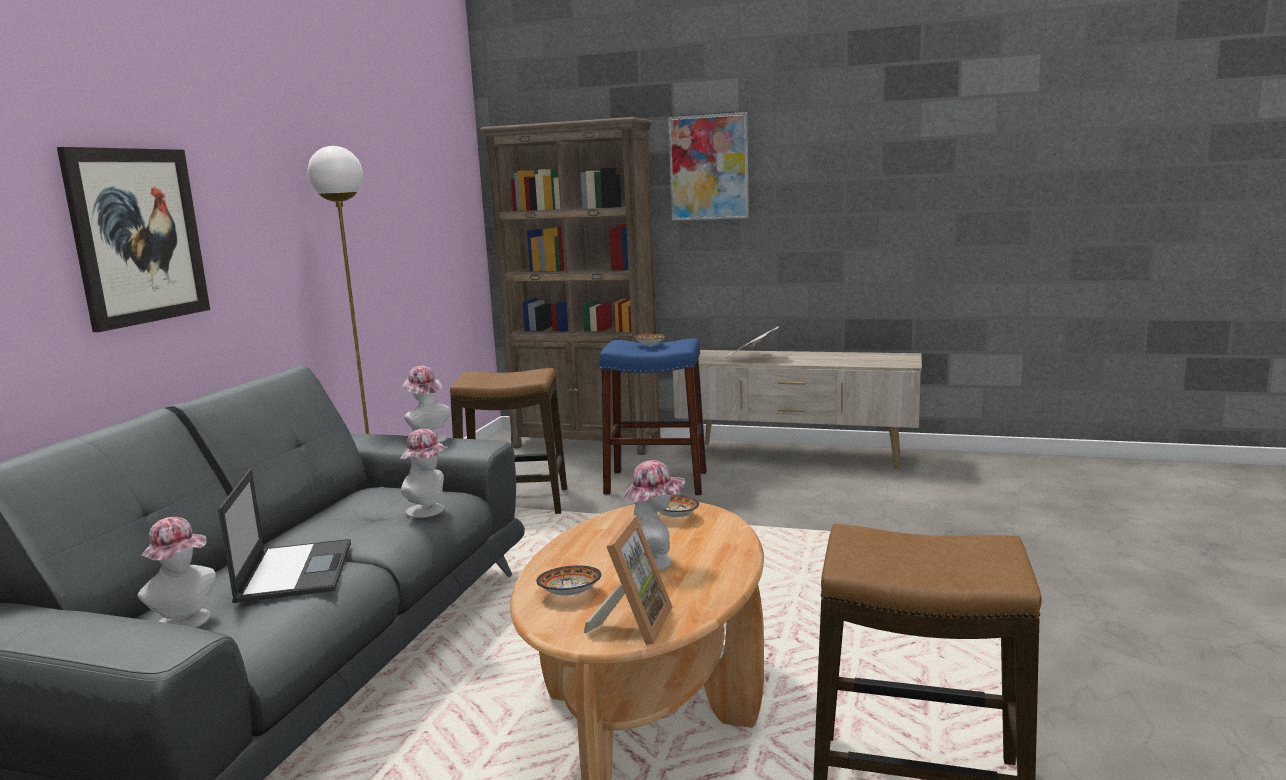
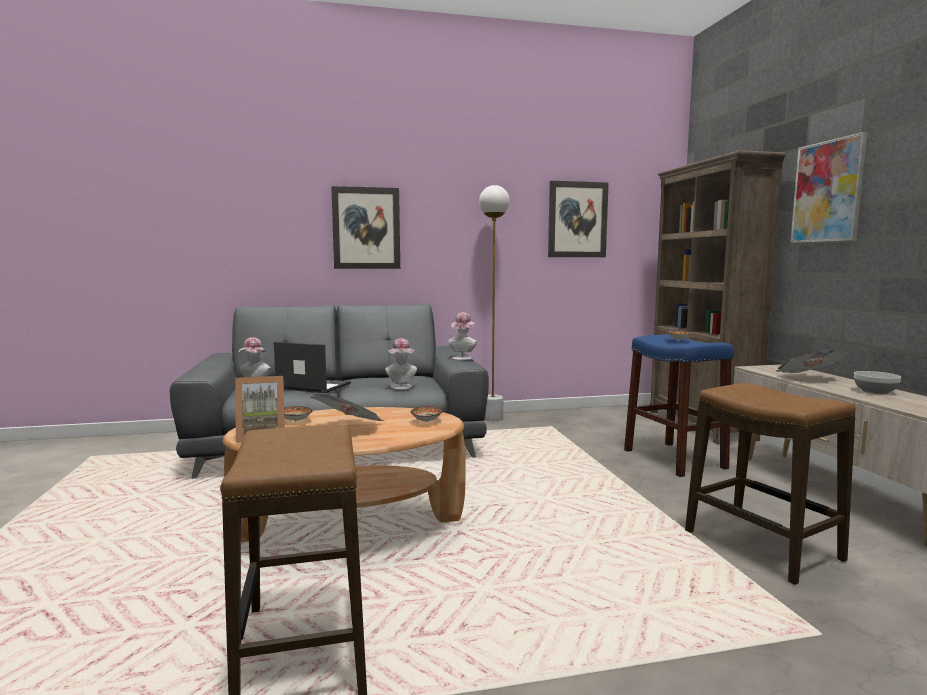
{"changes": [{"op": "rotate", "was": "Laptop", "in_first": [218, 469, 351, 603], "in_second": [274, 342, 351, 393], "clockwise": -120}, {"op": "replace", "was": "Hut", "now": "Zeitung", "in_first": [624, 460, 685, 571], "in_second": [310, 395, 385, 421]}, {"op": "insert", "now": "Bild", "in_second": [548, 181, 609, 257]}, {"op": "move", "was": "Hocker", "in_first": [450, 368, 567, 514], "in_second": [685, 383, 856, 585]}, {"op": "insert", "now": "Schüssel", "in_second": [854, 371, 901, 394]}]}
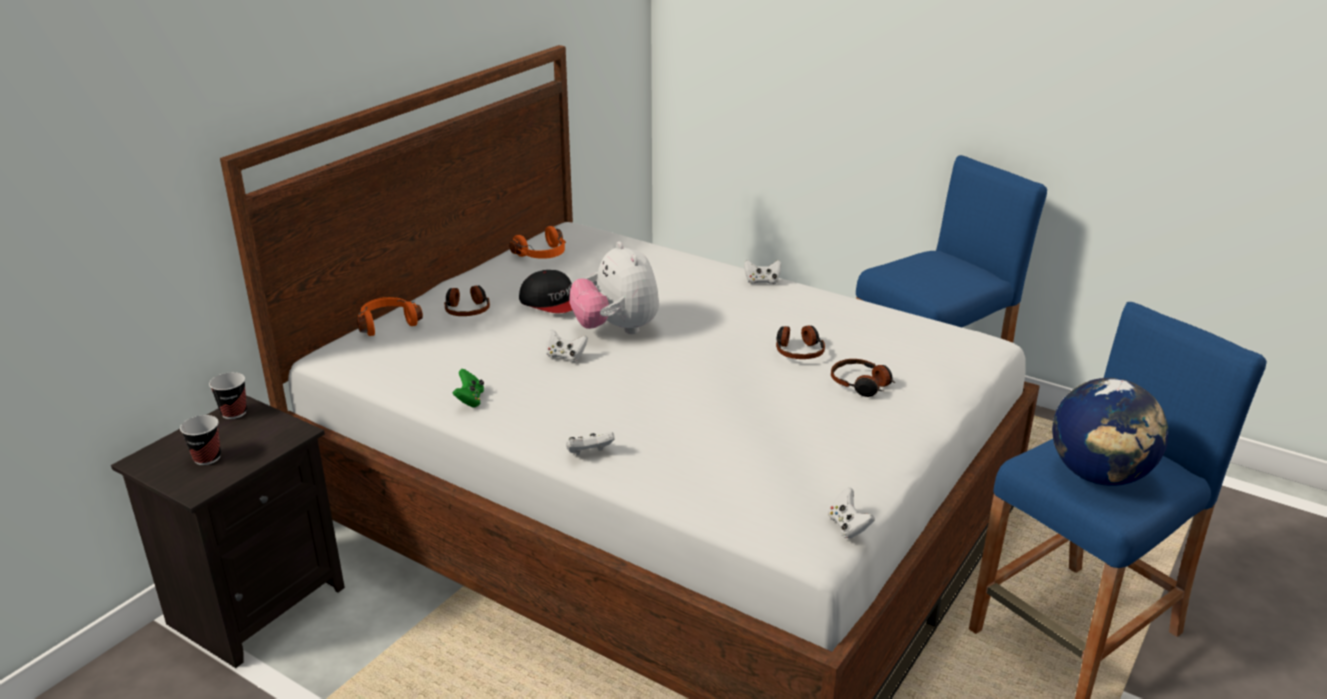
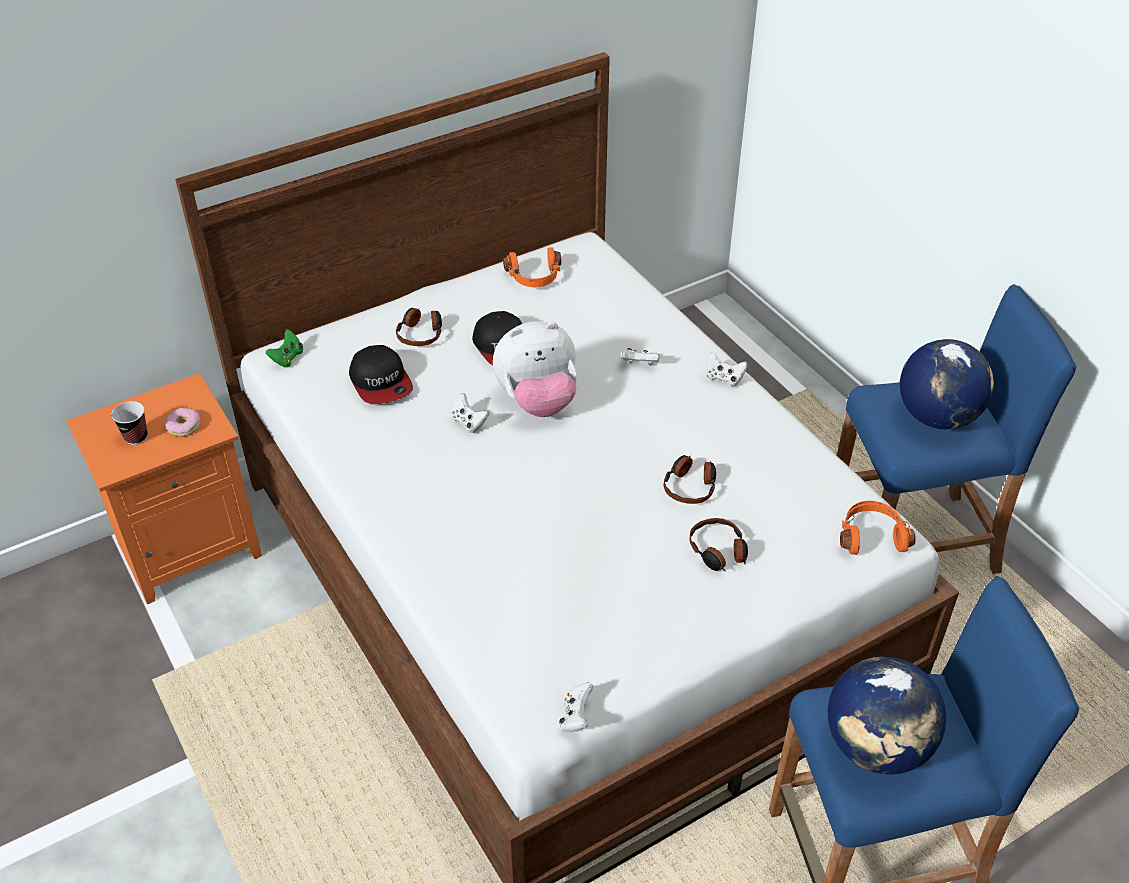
{"changes": [{"op": "recolor", "was": "Nachttisch [schwarz]", "now": "Nachttisch [orange]", "in_first": [111, 395, 345, 668], "in_second": [67, 373, 262, 604]}, {"op": "insert", "now": "Donut", "in_second": [164, 408, 200, 437]}, {"op": "move", "was": "Gamepad [grün]", "in_first": [453, 369, 484, 407], "in_second": [266, 329, 303, 367]}, {"op": "insert", "now": "Kappe", "in_second": [349, 345, 413, 404]}, {"op": "rotate", "was": "Plüschtier", "in_first": [569, 241, 659, 334], "in_second": [493, 321, 577, 417], "clockwise": -105}, {"op": "move", "was": "Gamepad [weiß]", "in_first": [566, 432, 615, 455], "in_second": [620, 348, 660, 365]}, {"op": "move", "was": "Kopfhörer [orange]", "in_first": [357, 297, 423, 336], "in_second": [840, 500, 916, 555]}, {"op": "insert", "now": "Globus", "in_second": [900, 339, 994, 429]}, {"op": "delete", "was": "Tasse", "in_first": [209, 372, 247, 419]}]}
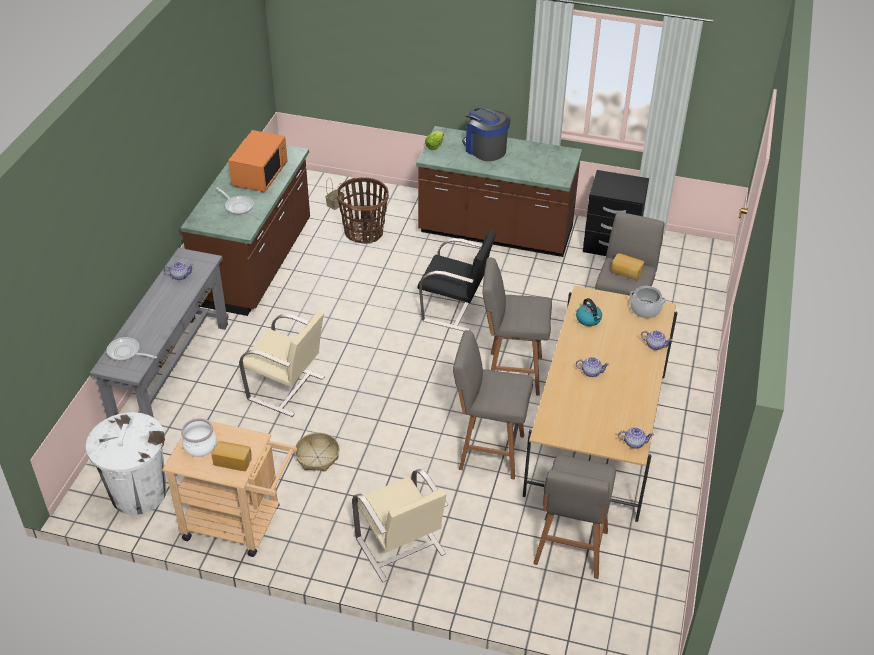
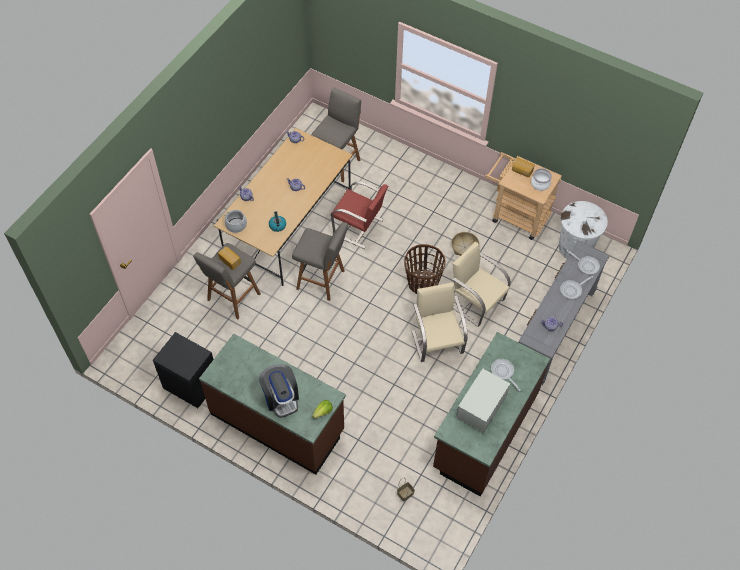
{"changes": [{"op": "replace", "was": "Hocker [grau]", "now": "Stuhl [rot]", "in_first": [453, 330, 533, 479], "in_second": [331, 181, 388, 249]}, {"op": "move", "was": "Korb", "in_first": [337, 178, 389, 244], "in_second": [404, 244, 446, 294]}, {"op": "move", "was": "Stuhl [beige]", "in_first": [352, 469, 448, 582], "in_second": [412, 282, 468, 362]}, {"op": "recolor", "was": "Mikrowelle [orange]", "now": "Mikrowelle [weiß]", "in_first": [228, 130, 288, 192], "in_second": [456, 369, 510, 433]}, {"op": "insert", "now": "Pfanne", "in_second": [560, 276, 593, 299]}, {"op": "delete", "was": "Stuhl [schwarz]", "in_first": [418, 230, 497, 331]}]}
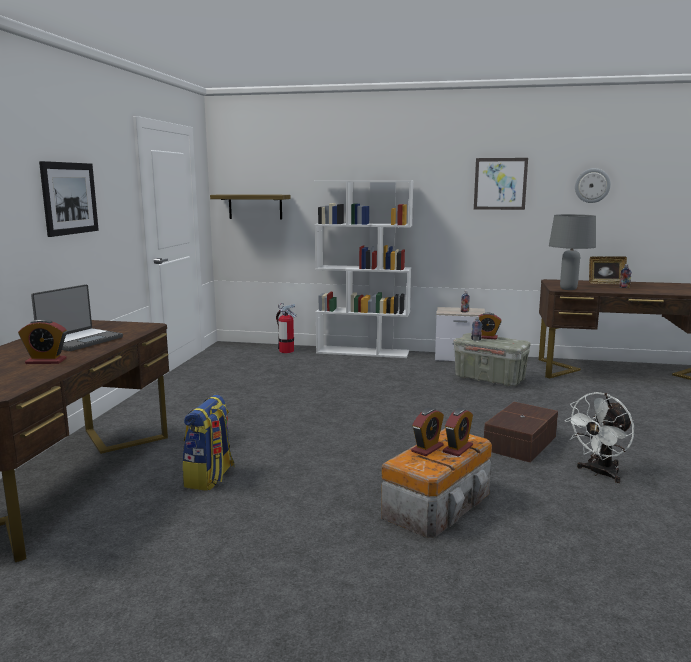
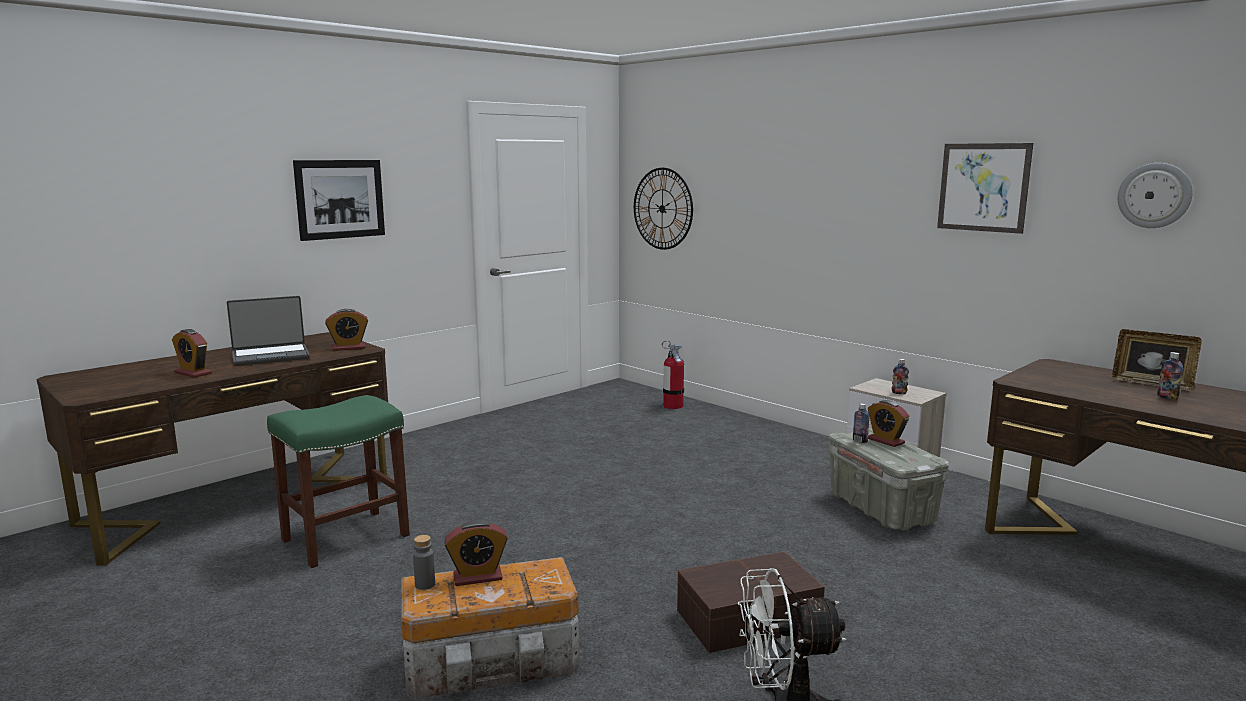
{"changes": [{"op": "replace", "was": "Rucksack", "now": "Hocker [grün]", "in_first": [182, 395, 235, 491], "in_second": [267, 395, 410, 568]}, {"op": "move", "was": "Wecker", "in_first": [443, 408, 473, 457], "in_second": [325, 309, 368, 351]}, {"op": "insert", "now": "Flasche [grau]", "in_second": [413, 535, 435, 590]}, {"op": "replace", "was": "Wandregal", "now": "Wanduhr", "in_first": [210, 194, 291, 220], "in_second": [634, 168, 693, 250]}, {"op": "delete", "was": "Bücherregal [weiß]", "in_first": [314, 180, 413, 358]}, {"op": "delete", "was": "Tischlampe [grau]", "in_first": [549, 214, 596, 290]}]}
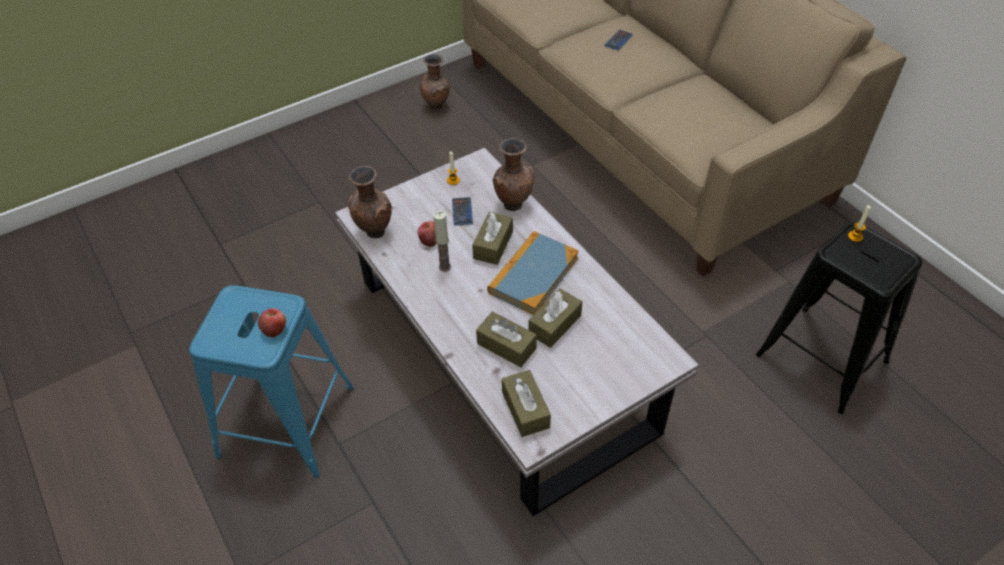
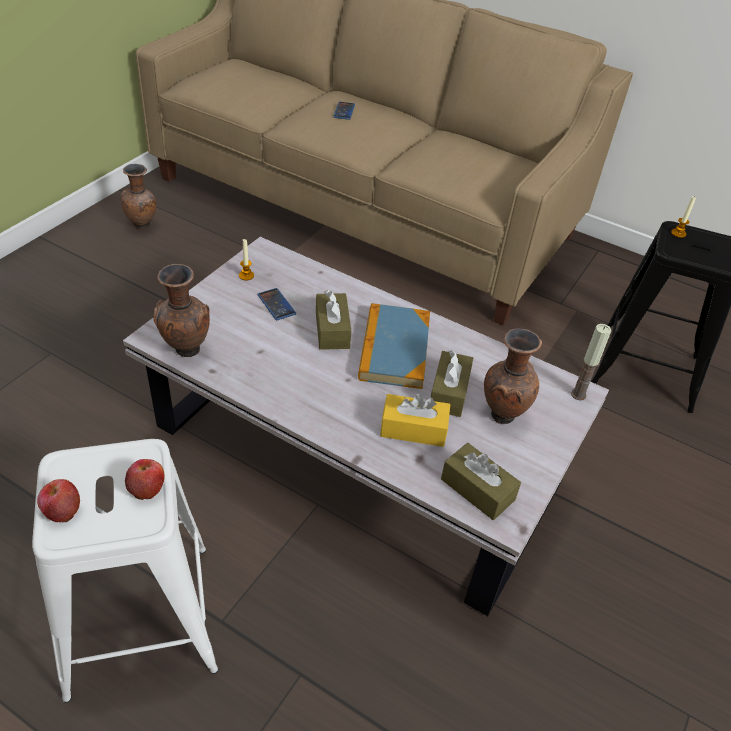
{"changes": [{"op": "recolor", "was": "Hocker [blau]", "now": "Hocker [weiß]", "in_first": [189, 285, 354, 478], "in_second": [32, 439, 218, 703]}, {"op": "move", "was": "Apfel", "in_first": [418, 221, 437, 247], "in_second": [37, 479, 80, 523]}, {"op": "recolor", "was": "Taschentuchbox [braun]", "now": "Taschentuchbox [gelb]", "in_first": [476, 312, 537, 367], "in_second": [380, 394, 450, 447]}, {"op": "move", "was": "Vase [braun]", "in_first": [493, 138, 535, 211], "in_second": [484, 329, 542, 424]}, {"op": "move", "was": "Kerze", "in_first": [434, 211, 451, 272], "in_second": [571, 324, 611, 400]}]}
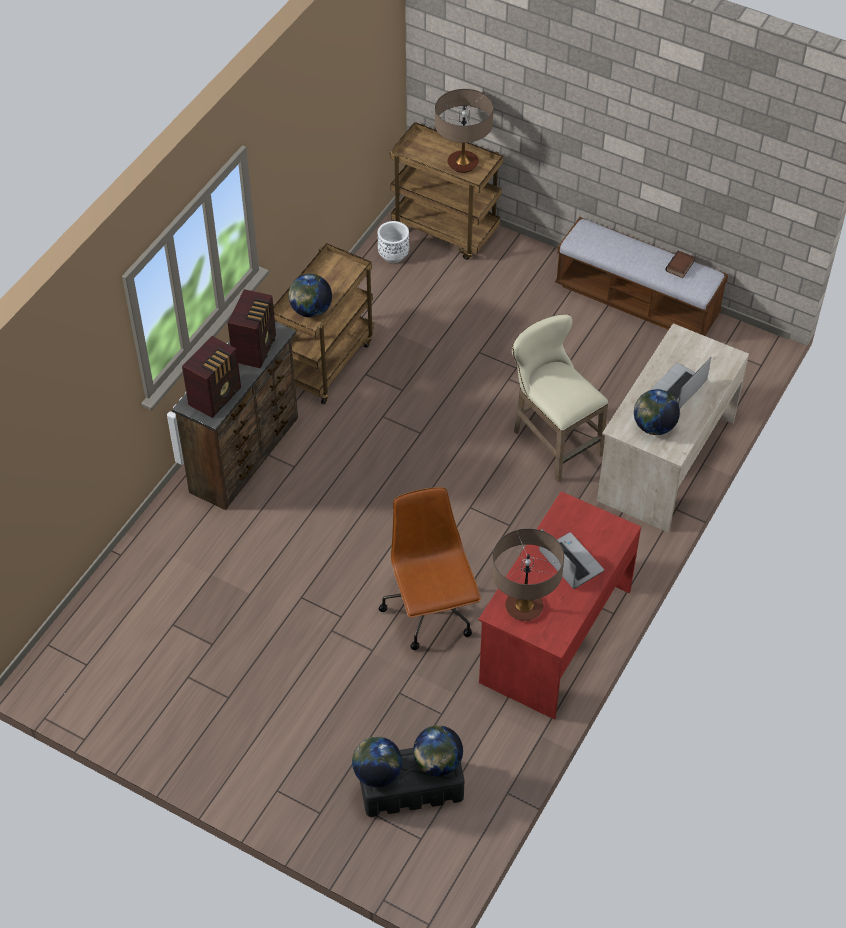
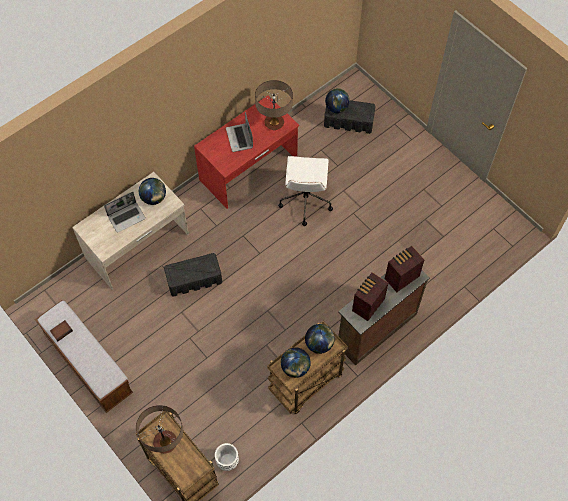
{"changes": [{"op": "replace", "was": "Hocker [beige]", "now": "Aufbewahrungsbox [schwarz]", "in_first": [512, 314, 609, 483], "in_second": [164, 253, 222, 297]}, {"op": "recolor", "was": "Bürostuhl [braun]", "now": "Bürostuhl [weiß]", "in_first": [379, 487, 481, 650], "in_second": [278, 156, 333, 226]}, {"op": "move", "was": "Globus", "in_first": [352, 736, 403, 787], "in_second": [281, 348, 311, 378]}]}
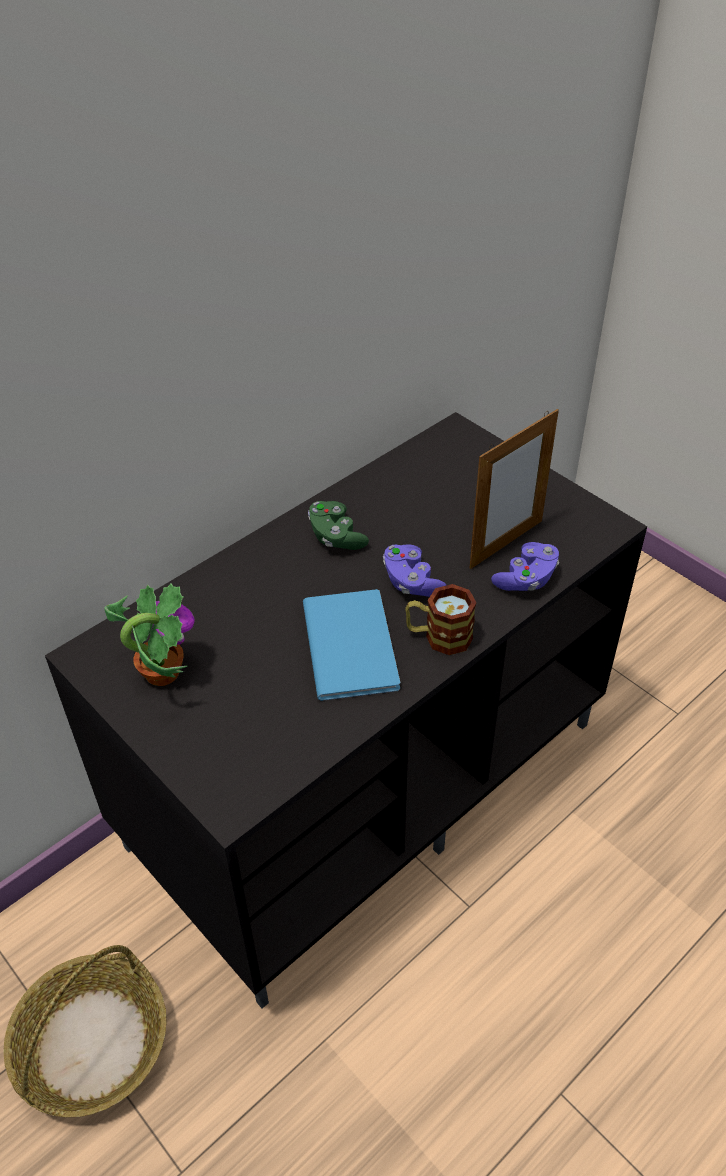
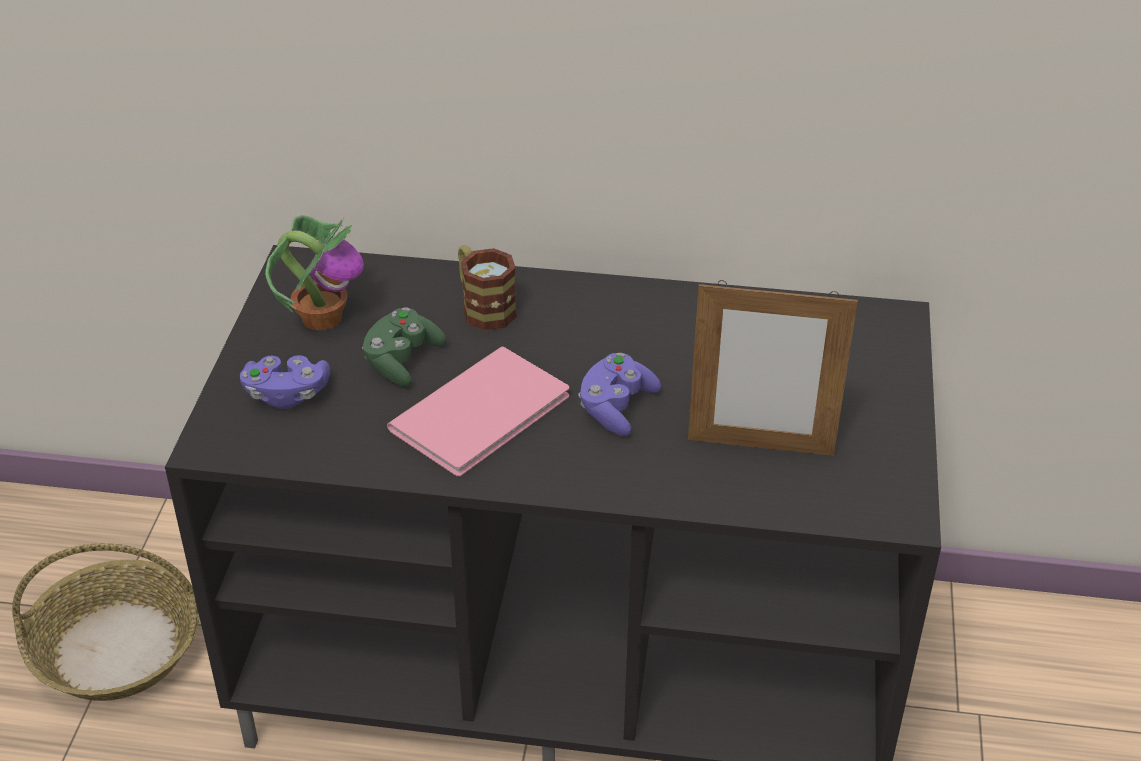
{"changes": [{"op": "move", "was": "Gamepad [lila]", "in_first": [491, 542, 559, 591], "in_second": [240, 355, 330, 409]}, {"op": "move", "was": "Gamepad [grün]", "in_first": [308, 501, 369, 550], "in_second": [362, 307, 446, 387]}, {"op": "recolor", "was": "Buch [blau]", "now": "Buch [rosa]", "in_first": [303, 589, 400, 701], "in_second": [387, 347, 569, 476]}, {"op": "move", "was": "Henkelbecher", "in_first": [405, 584, 477, 655], "in_second": [458, 245, 517, 331]}]}
